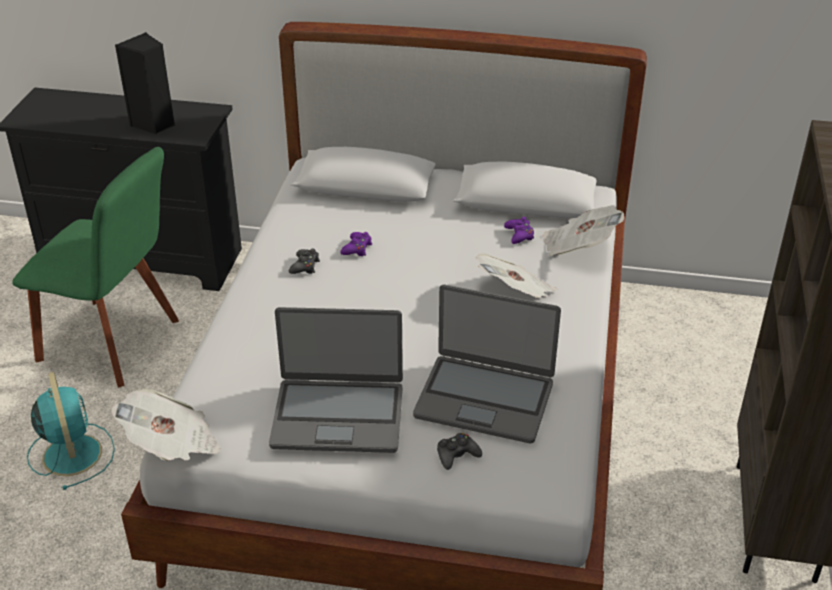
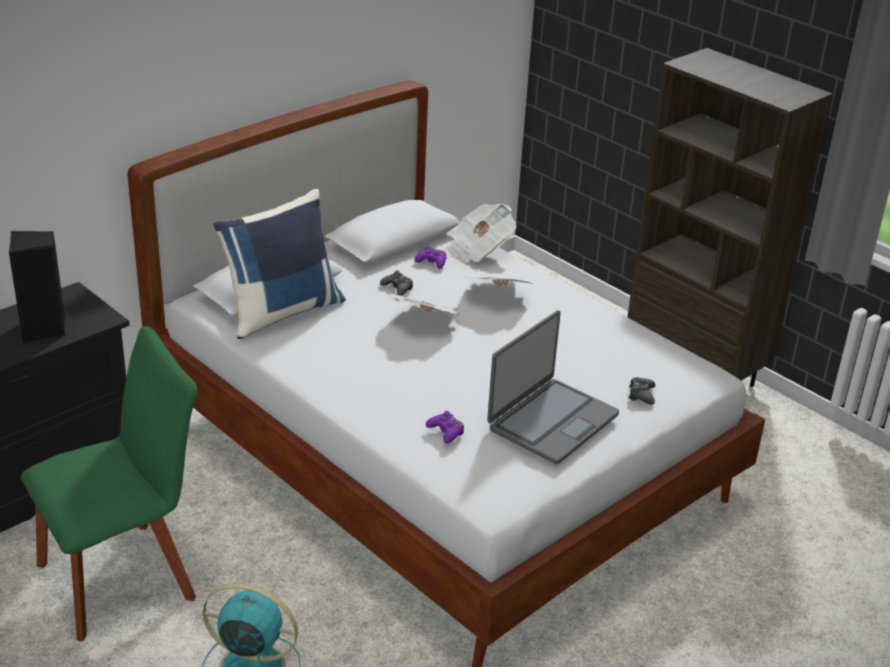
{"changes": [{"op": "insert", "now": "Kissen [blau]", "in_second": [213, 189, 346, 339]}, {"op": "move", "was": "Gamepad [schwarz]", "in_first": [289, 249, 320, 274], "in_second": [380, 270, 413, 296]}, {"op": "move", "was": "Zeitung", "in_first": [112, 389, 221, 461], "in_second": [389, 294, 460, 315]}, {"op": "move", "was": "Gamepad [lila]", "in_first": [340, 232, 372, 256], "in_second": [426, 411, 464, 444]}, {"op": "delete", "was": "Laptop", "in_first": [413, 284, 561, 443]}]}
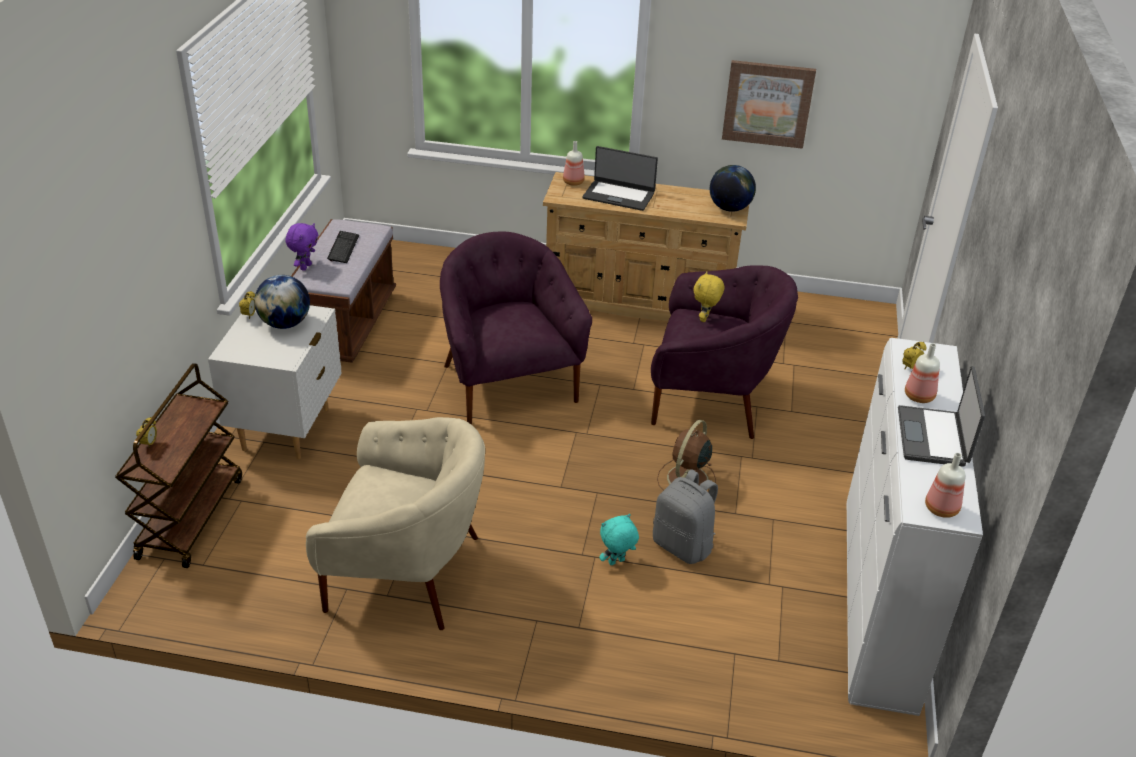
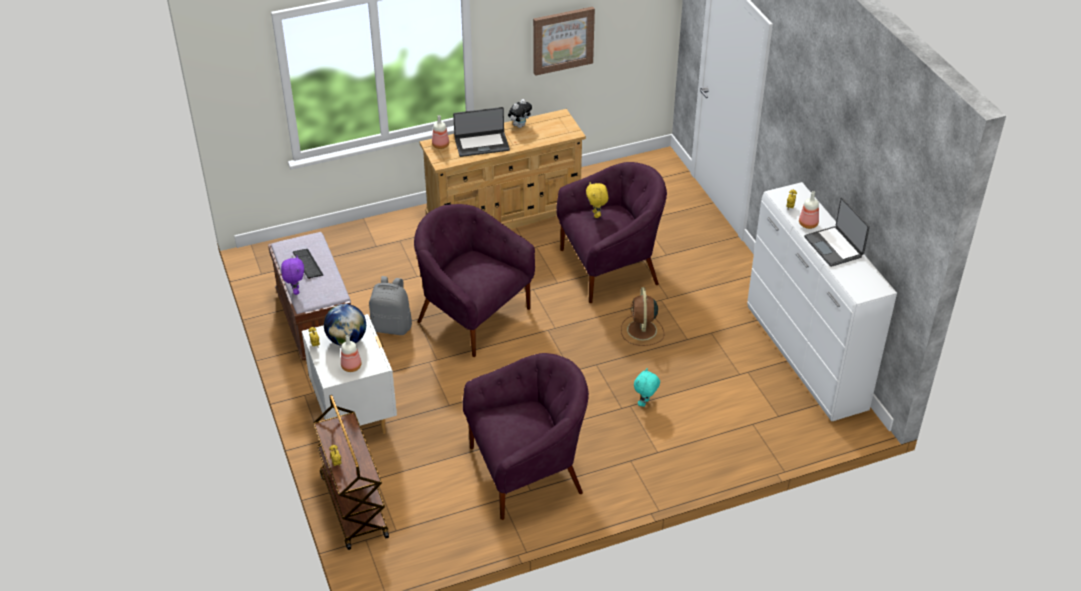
{"changes": [{"op": "move", "was": "Flasche", "in_first": [925, 453, 965, 518], "in_second": [341, 335, 361, 372]}, {"op": "move", "was": "Rucksack [grau]", "in_first": [653, 469, 718, 564], "in_second": [369, 276, 412, 335]}, {"op": "recolor", "was": "Sessel [beige]", "now": "Sessel [lila]", "in_first": [306, 417, 485, 630], "in_second": [463, 353, 589, 520]}, {"op": "insert", "now": "Plüschtier", "in_second": [508, 99, 532, 128]}, {"op": "delete", "was": "Globus", "in_first": [710, 165, 756, 212]}]}
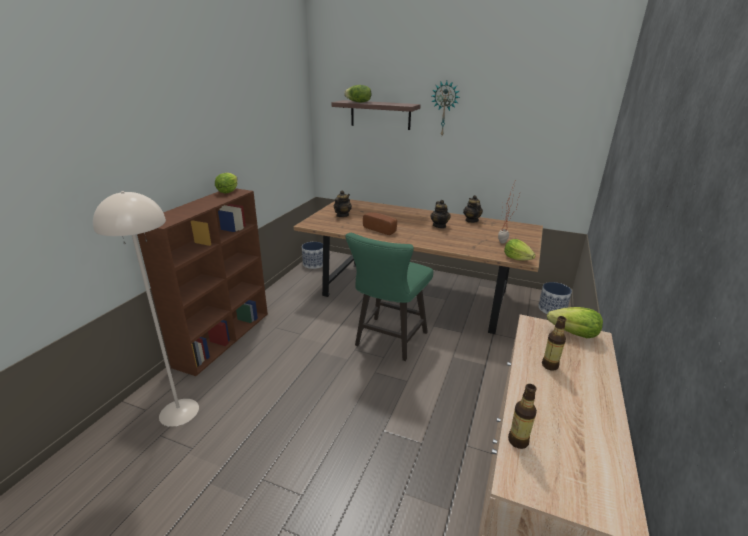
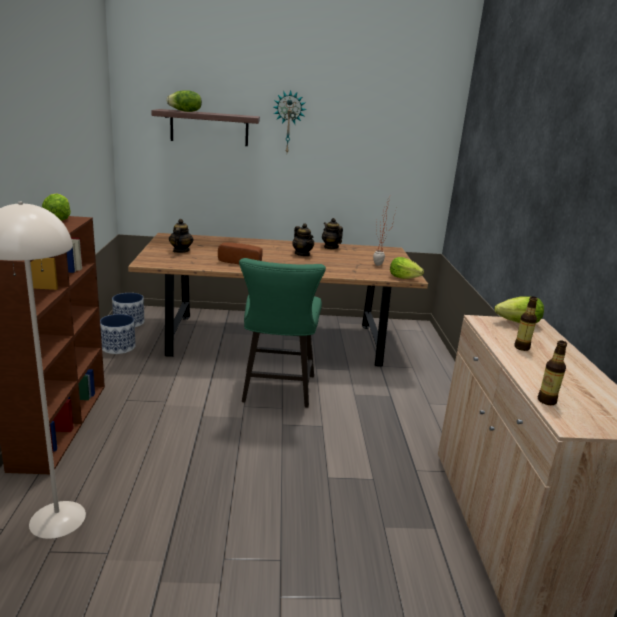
{"changes": [{"op": "move", "was": "Pflanzkübel", "in_first": [538, 282, 572, 314], "in_second": [100, 314, 135, 354]}]}
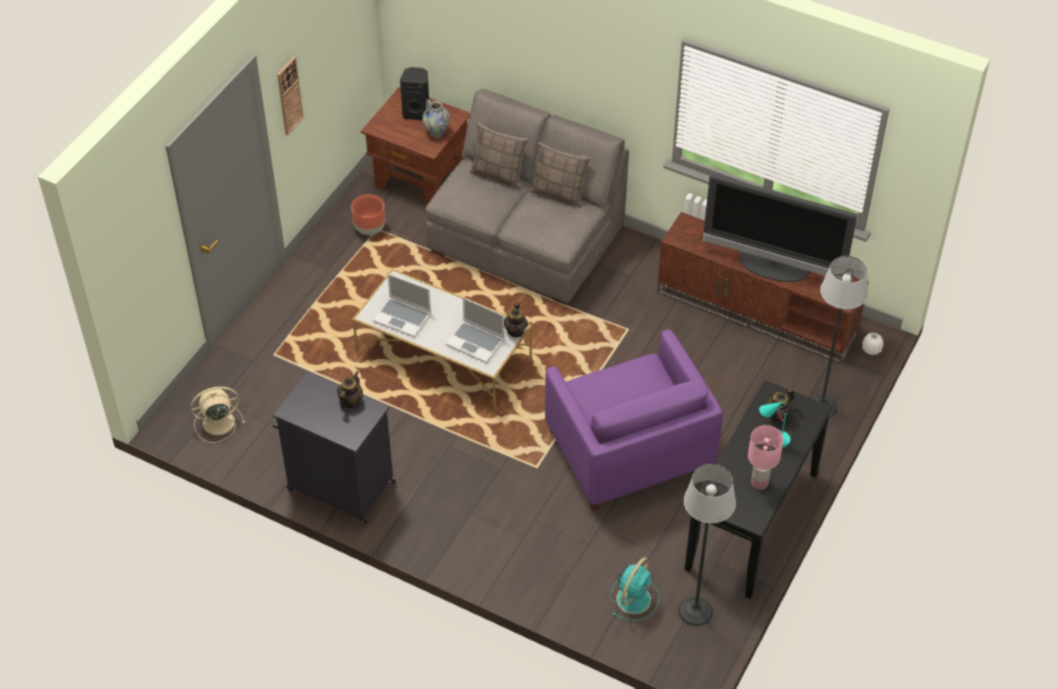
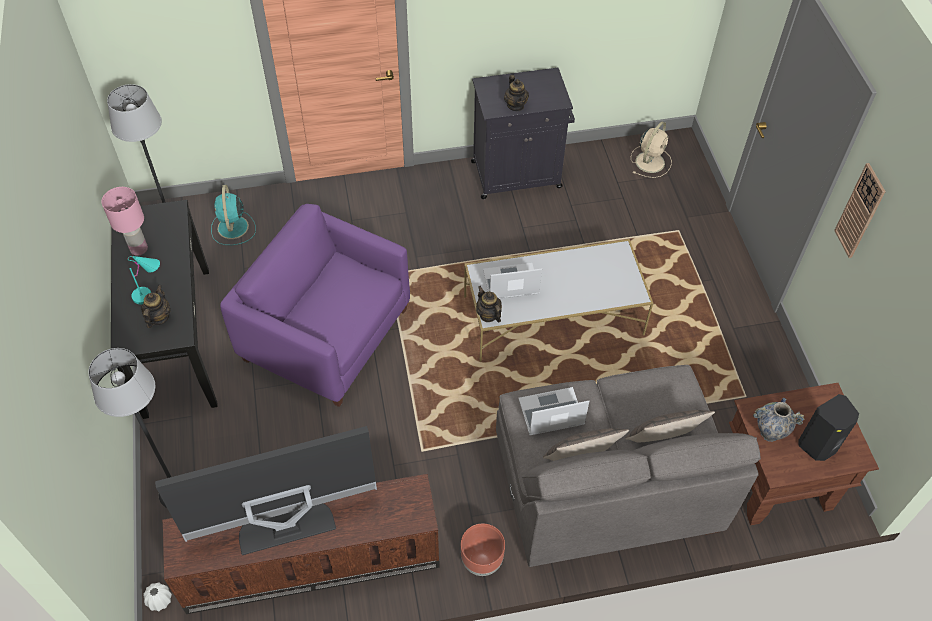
{"changes": [{"op": "move", "was": "Pflanzkübel [braun]", "in_first": [351, 194, 385, 235], "in_second": [461, 524, 505, 576]}, {"op": "move", "was": "Laptop", "in_first": [373, 274, 431, 337], "in_second": [518, 387, 589, 435]}]}
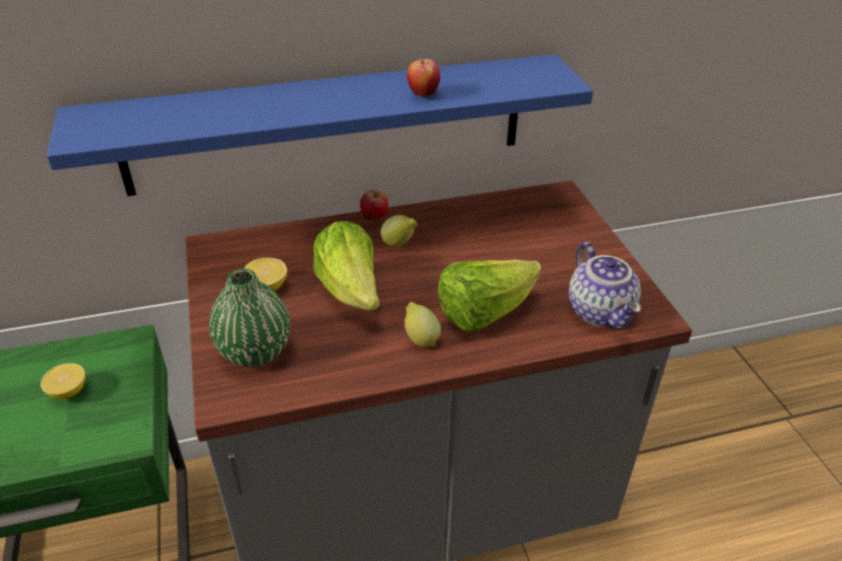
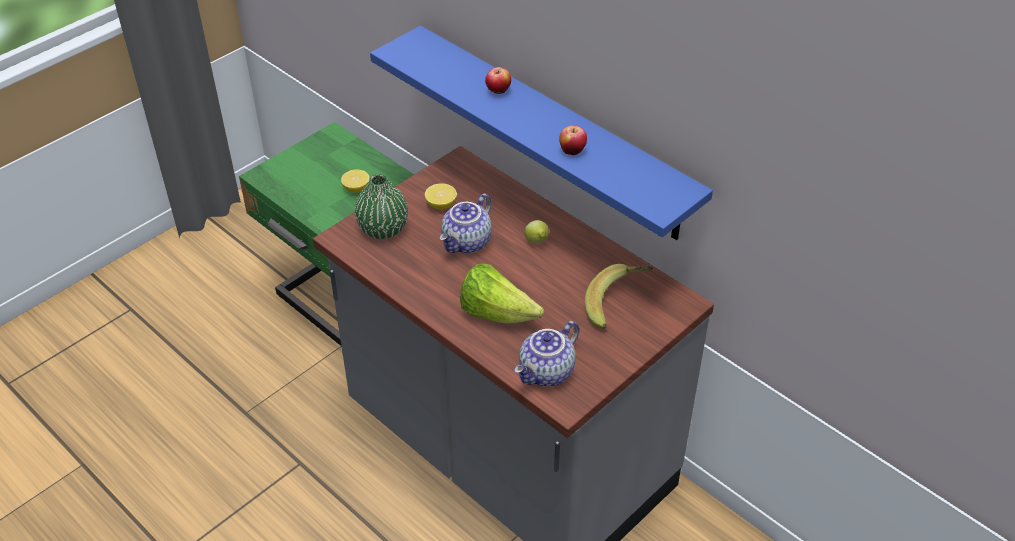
{"changes": [{"op": "replace", "was": "Salatkopf", "now": "Teekanne", "in_first": [313, 221, 380, 310], "in_second": [440, 194, 492, 253]}, {"op": "move", "was": "Apfel", "in_first": [360, 190, 388, 221], "in_second": [485, 67, 511, 94]}, {"op": "insert", "now": "Banane", "in_second": [585, 264, 653, 329]}, {"op": "delete", "was": "Zitrone", "in_first": [405, 302, 441, 347]}]}
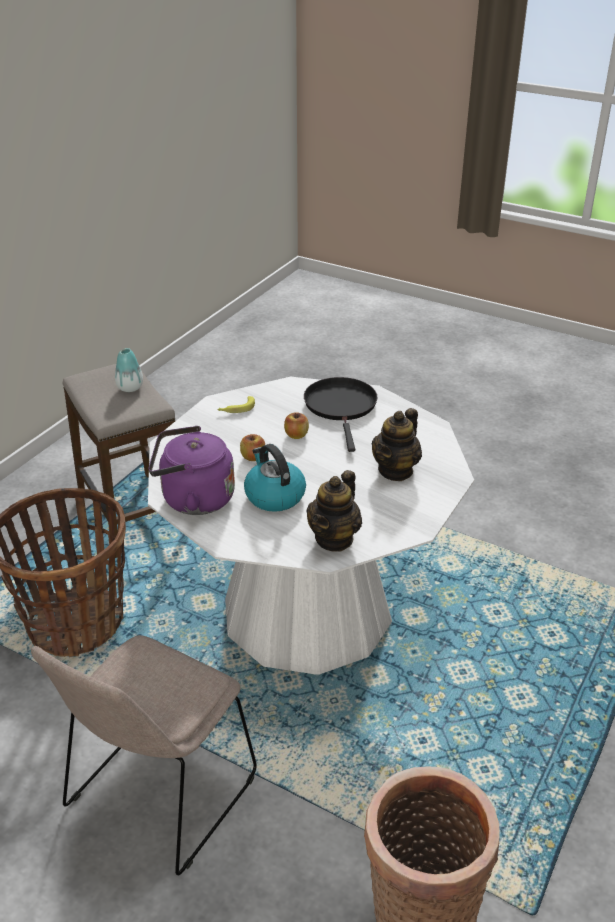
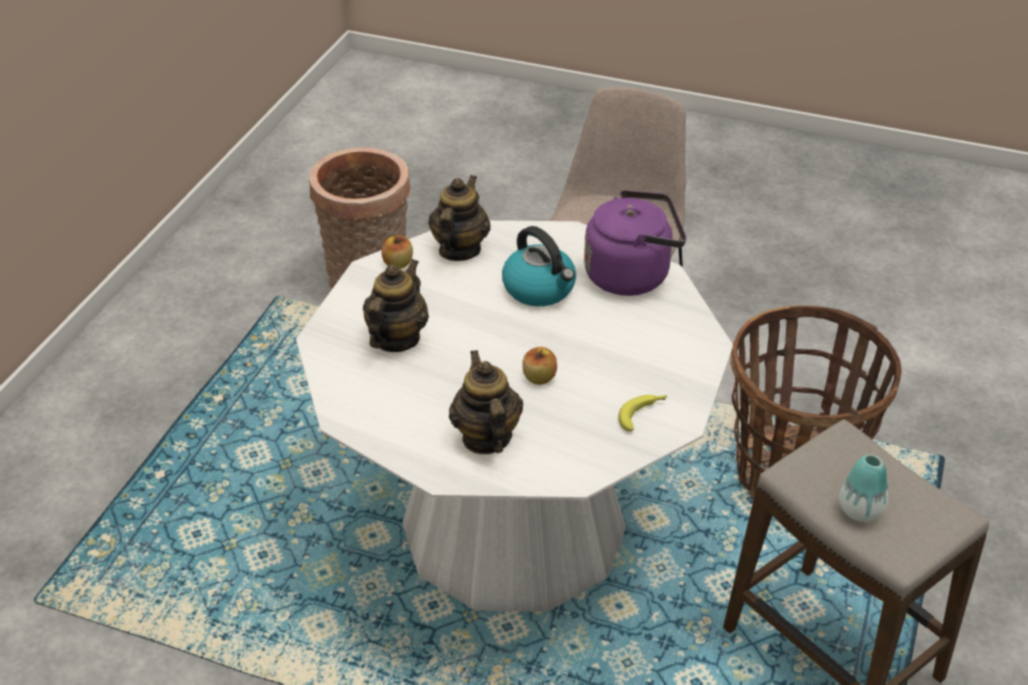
{"changes": [{"op": "move", "was": "Apfel", "in_first": [240, 434, 265, 461], "in_second": [381, 235, 413, 269]}, {"op": "replace", "was": "Pfanne [schwarz]", "now": "Teekanne", "in_first": [304, 377, 377, 452], "in_second": [449, 350, 523, 454]}]}
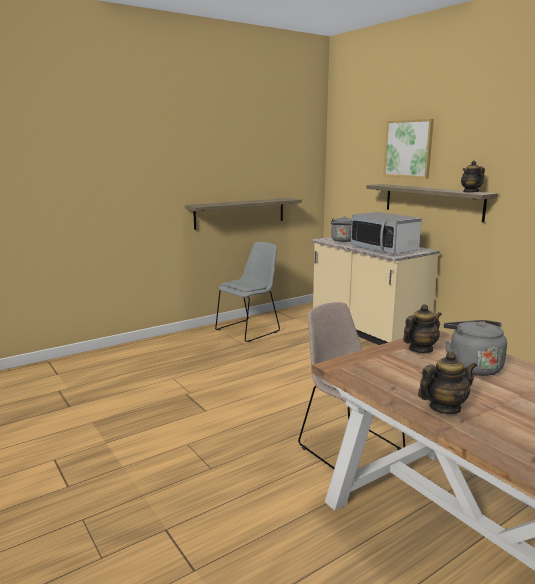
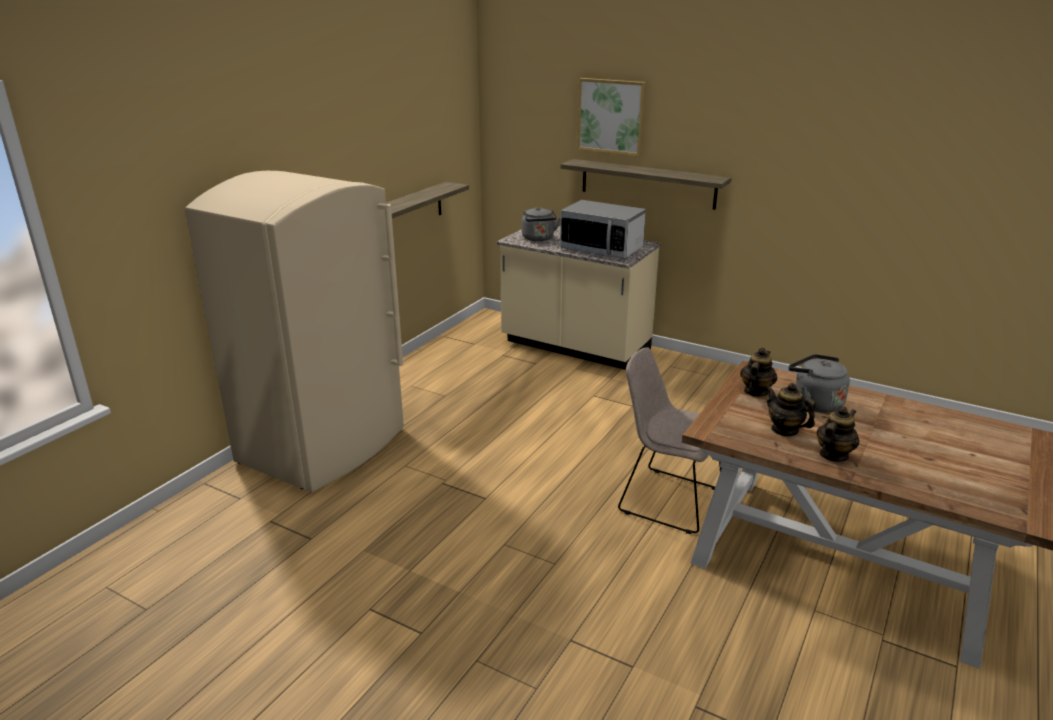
{"changes": [{"op": "insert", "now": "Kühlschrank [beige]", "in_second": [185, 171, 404, 492]}, {"op": "move", "was": "Teekanne", "in_first": [461, 161, 485, 193], "in_second": [766, 383, 816, 437]}, {"op": "delete", "was": "Stuhl [grau]", "in_first": [215, 242, 280, 342]}]}
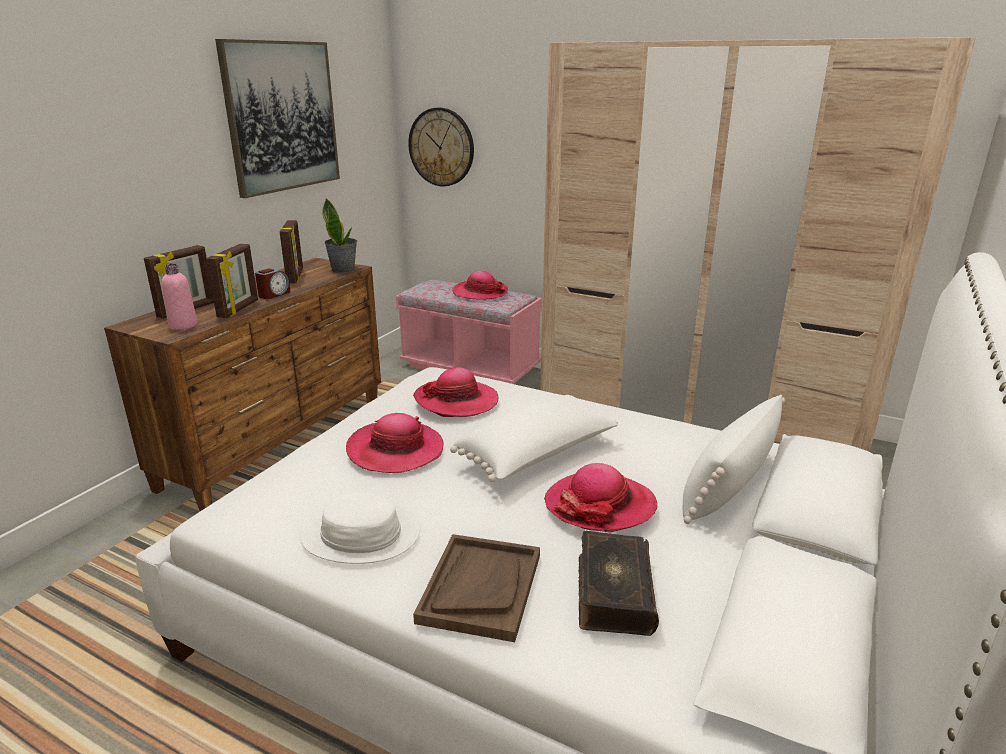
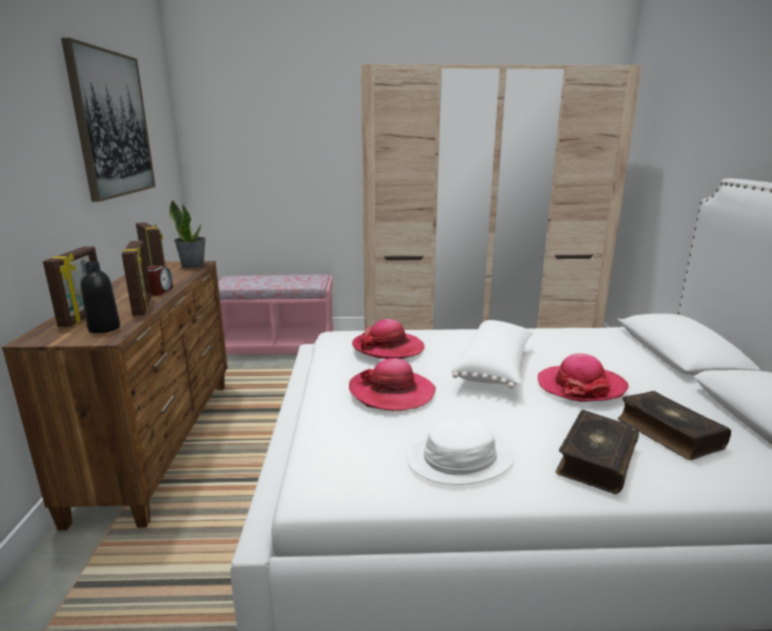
{"changes": [{"op": "recolor", "was": "Flasche [rosa]", "now": "Flasche [schwarz]", "in_first": [161, 263, 197, 330], "in_second": [80, 261, 120, 333]}, {"op": "replace", "was": "Tablett [braun]", "now": "Buch", "in_first": [413, 534, 540, 642], "in_second": [555, 410, 639, 494]}, {"op": "delete", "was": "Wanduhr", "in_first": [408, 108, 474, 186]}, {"op": "delete", "was": "Hut", "in_first": [452, 271, 508, 300]}, {"op": "delete", "was": "Kissen [weiß]", "in_first": [683, 395, 785, 524]}]}
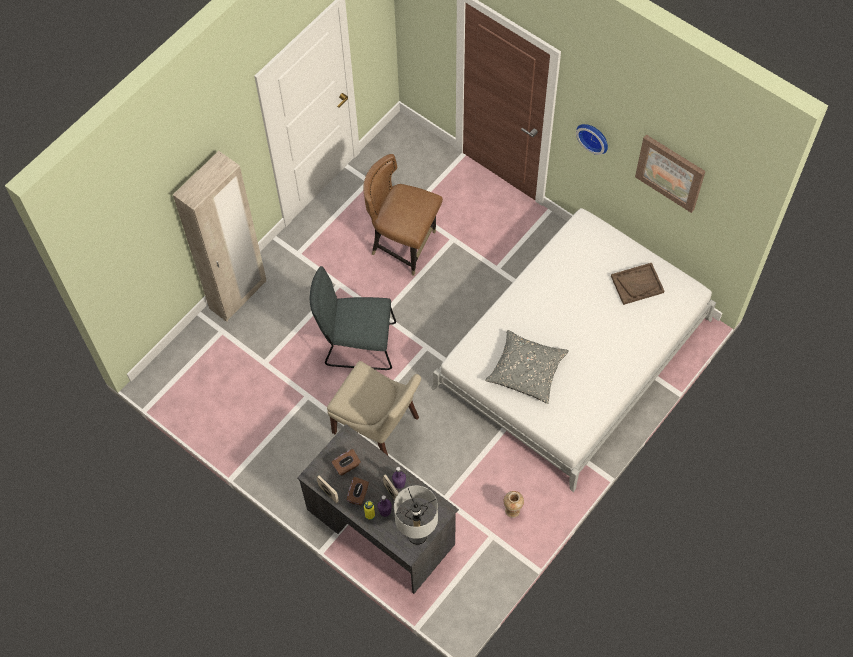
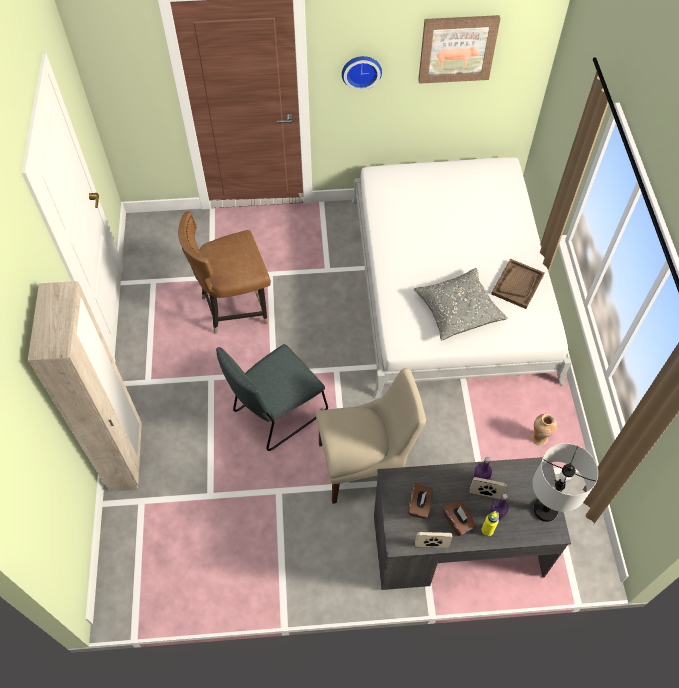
{"changes": [{"op": "move", "was": "Tablett [braun]", "in_first": [611, 263, 664, 305], "in_second": [491, 259, 544, 309]}]}
